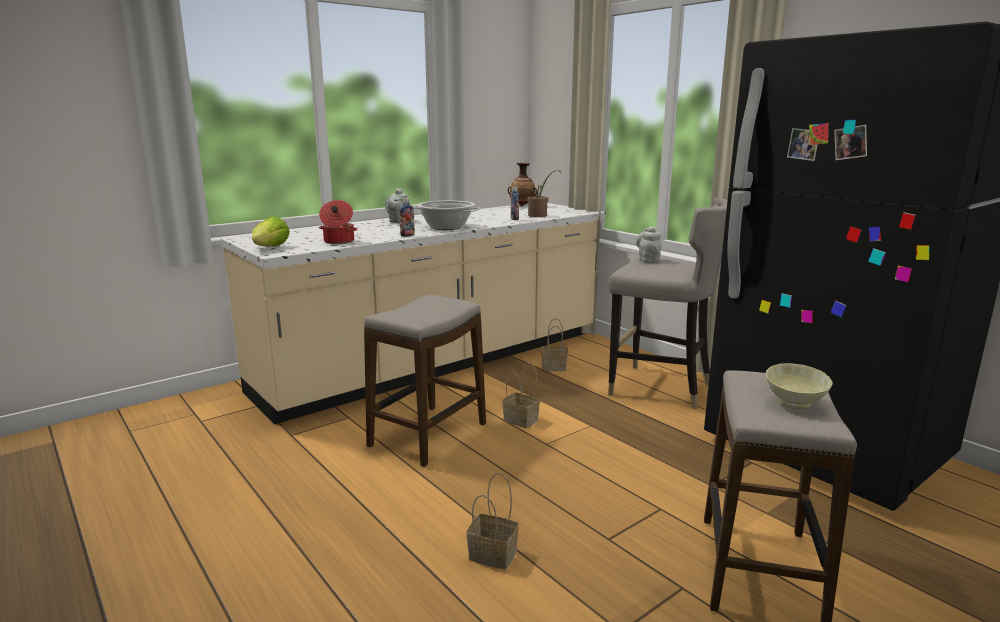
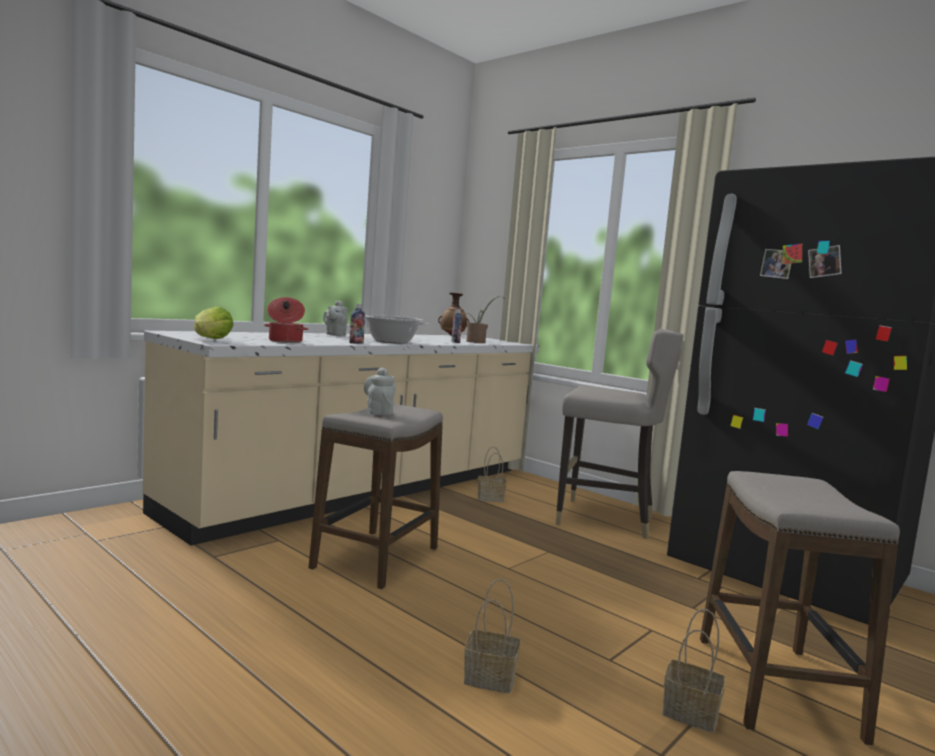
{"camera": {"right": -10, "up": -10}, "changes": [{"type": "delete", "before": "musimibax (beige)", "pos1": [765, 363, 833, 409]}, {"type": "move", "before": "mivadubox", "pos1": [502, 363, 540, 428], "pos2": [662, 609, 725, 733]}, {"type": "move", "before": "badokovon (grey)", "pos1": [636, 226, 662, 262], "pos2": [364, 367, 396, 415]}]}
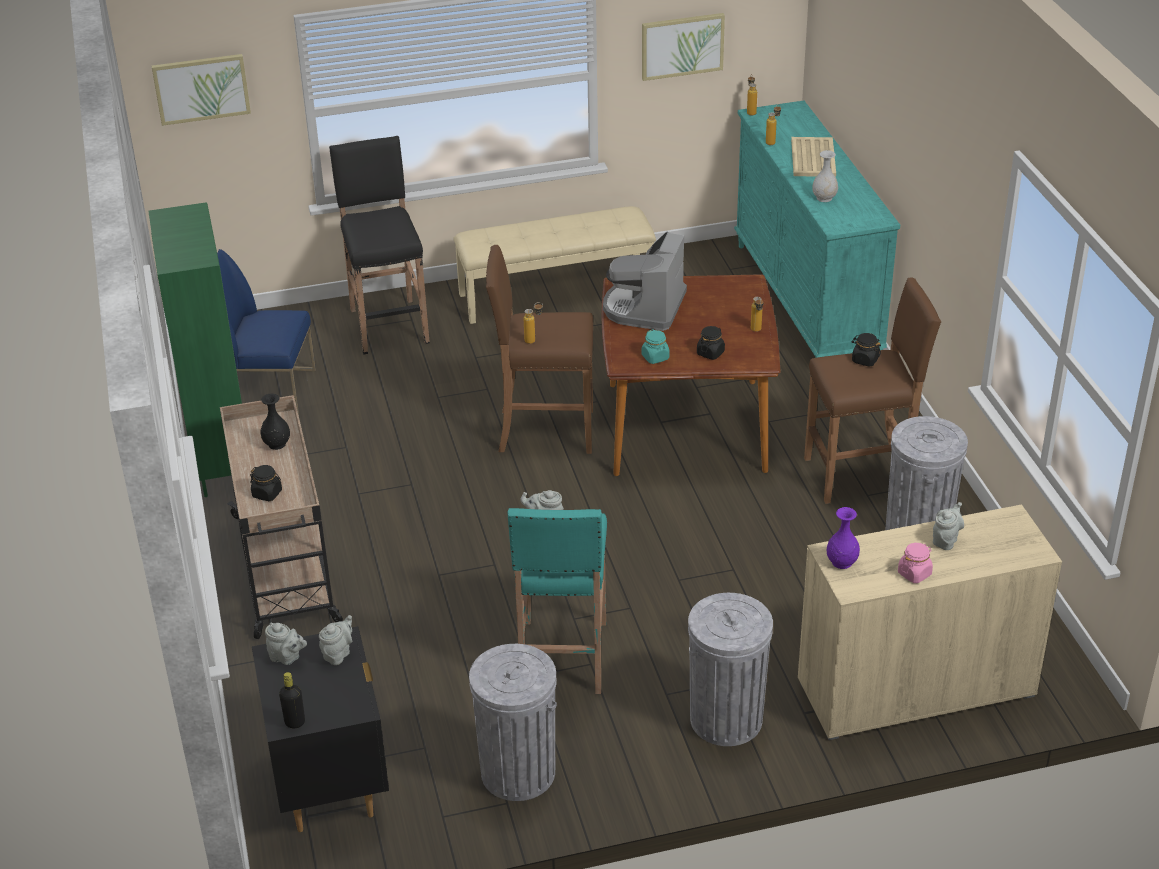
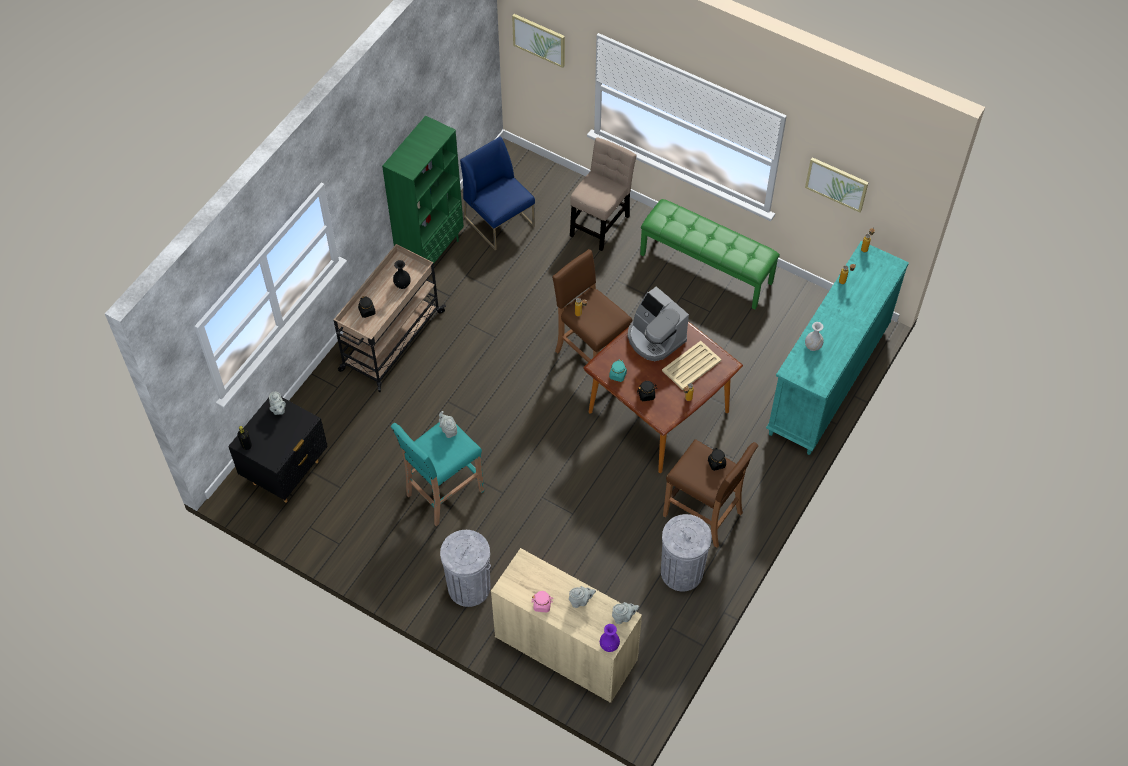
{"camera": {"right": 45, "up": 20}, "changes": [{"type": "delete", "before": "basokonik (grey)", "pos1": [469, 644, 557, 801]}, {"type": "move", "before": "badokovon (grey)", "pos1": [319, 615, 352, 665], "pos2": [612, 602, 639, 624]}, {"type": "move", "before": "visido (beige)", "pos1": [791, 137, 836, 177], "pos2": [662, 341, 722, 390]}, {"type": "move", "before": "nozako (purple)", "pos1": [826, 507, 860, 569], "pos2": [600, 624, 620, 652]}, {"type": "replace", "before": "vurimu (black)", "after": "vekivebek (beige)", "pos1": [329, 136, 430, 355], "pos2": [570, 138, 636, 251]}, {"type": "recolor", "before": "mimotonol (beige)", "after": "mimotonol (green)", "pos1": [454, 206, 656, 324], "pos2": [640, 199, 780, 310]}, {"type": "rotate", "before": "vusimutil", "pos1": [603, 232, 687, 331], "pos2": [627, 287, 689, 361], "turn": -105}]}
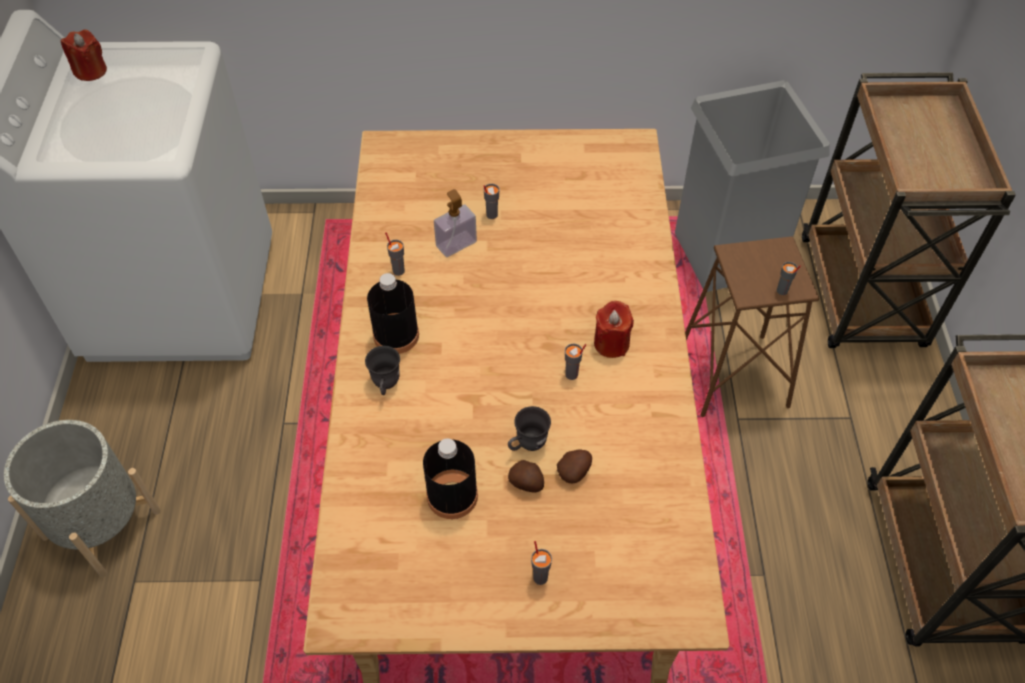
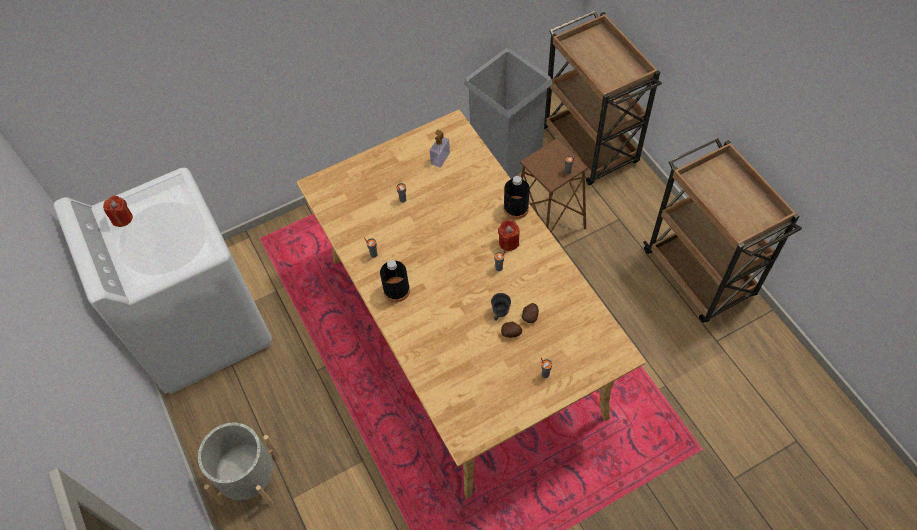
{"camera": {"right": -25, "up": 5}, "changes": [{"type": "delete", "before": "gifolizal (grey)", "pos1": [365, 346, 400, 395]}, {"type": "move", "before": "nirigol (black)", "pos1": [423, 439, 478, 519], "pos2": [503, 176, 530, 219]}, {"type": "move", "before": "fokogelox", "pos1": [434, 189, 477, 257], "pos2": [430, 130, 450, 168]}]}
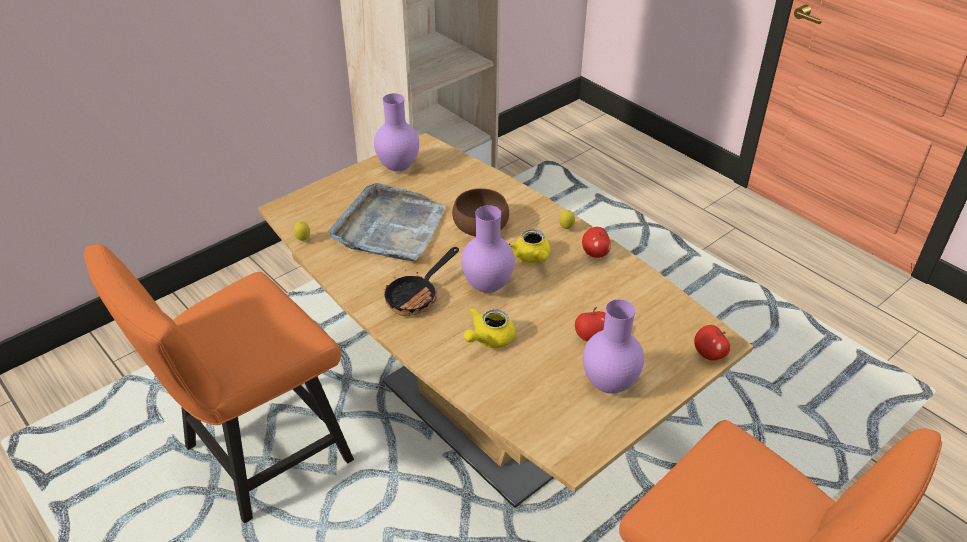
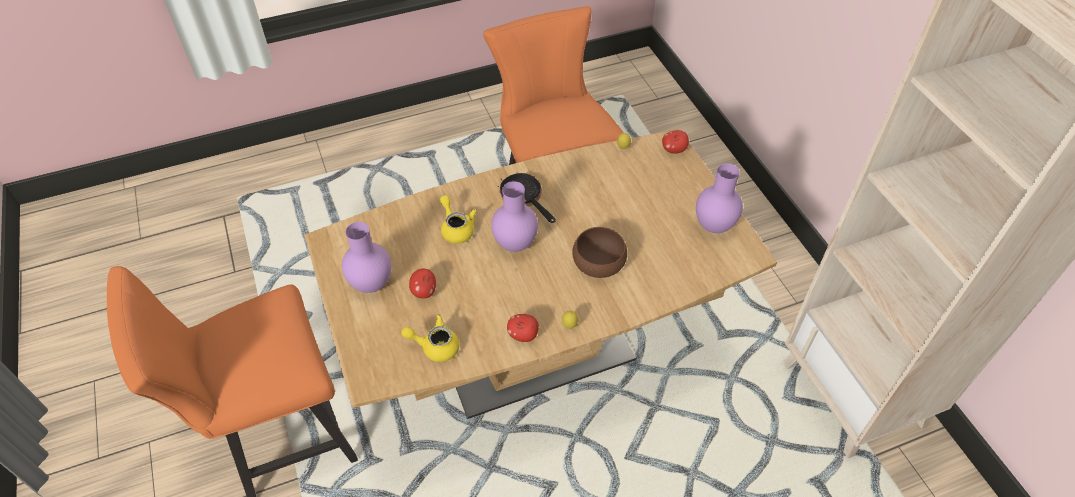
{"camera": {"right": 110, "up": 10}, "changes": [{"type": "delete", "before": "visido (grey)", "pos1": [328, 183, 446, 261]}, {"type": "move", "before": "badokovon (yellow)", "pos1": [509, 229, 551, 263], "pos2": [401, 314, 460, 362]}, {"type": "move", "before": "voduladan", "pos1": [694, 325, 730, 361], "pos2": [662, 130, 689, 154]}]}
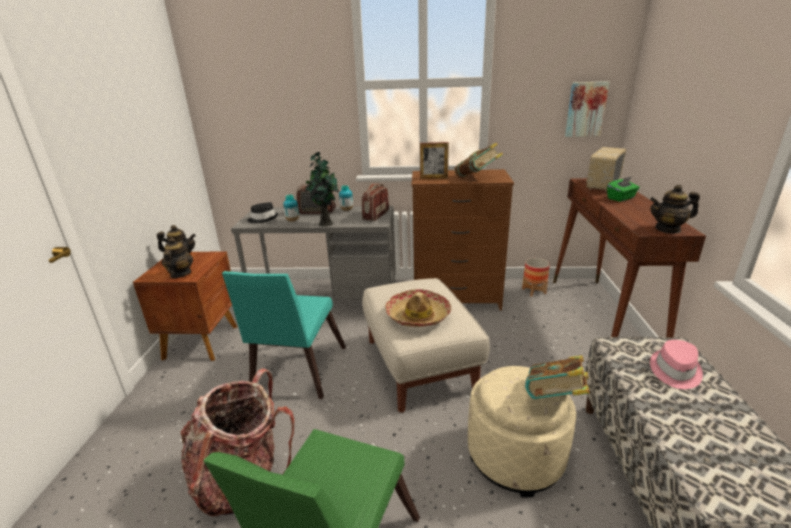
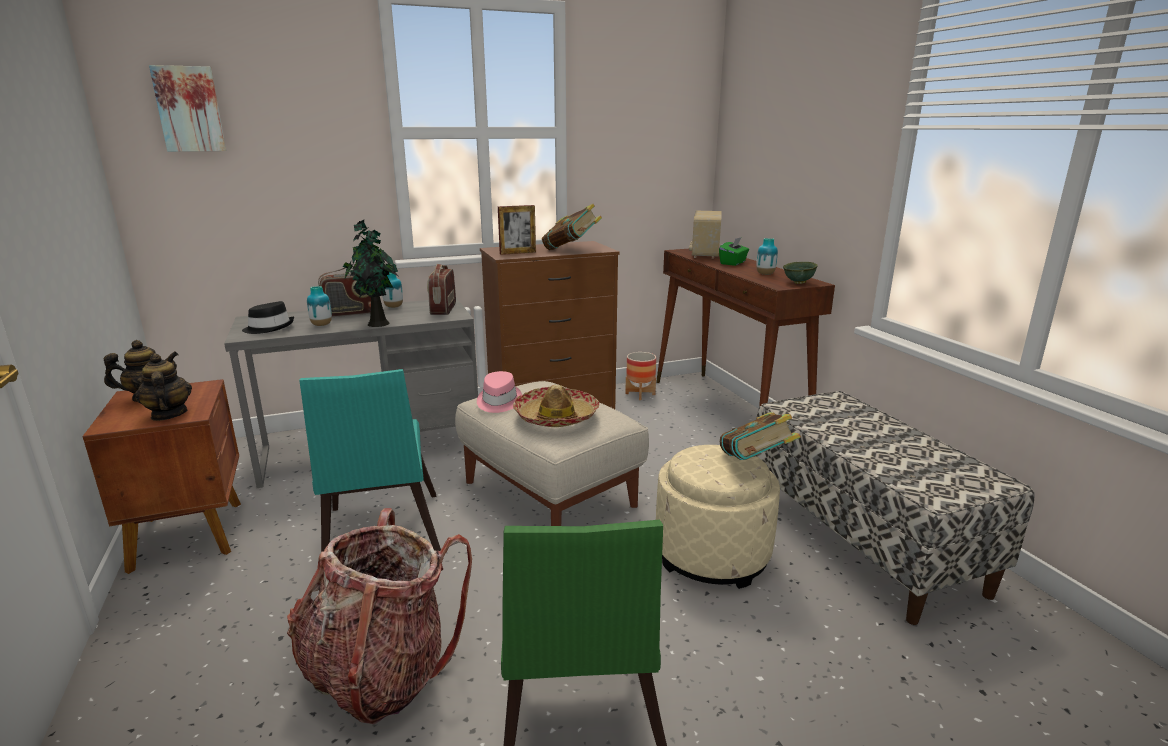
{"camera": {"right": -25, "up": -5}, "changes": [{"type": "insert", "after": "nozako", "pos2": [756, 238, 778, 275]}, {"type": "move", "before": "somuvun", "pos1": [565, 81, 610, 137], "pos2": [149, 65, 226, 152]}, {"type": "move", "before": "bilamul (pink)", "pos1": [650, 340, 703, 389], "pos2": [477, 371, 522, 413]}, {"type": "replace", "before": "badokovon", "after": "musimibax (green)", "pos1": [650, 185, 700, 233], "pos2": [783, 262, 818, 284]}]}
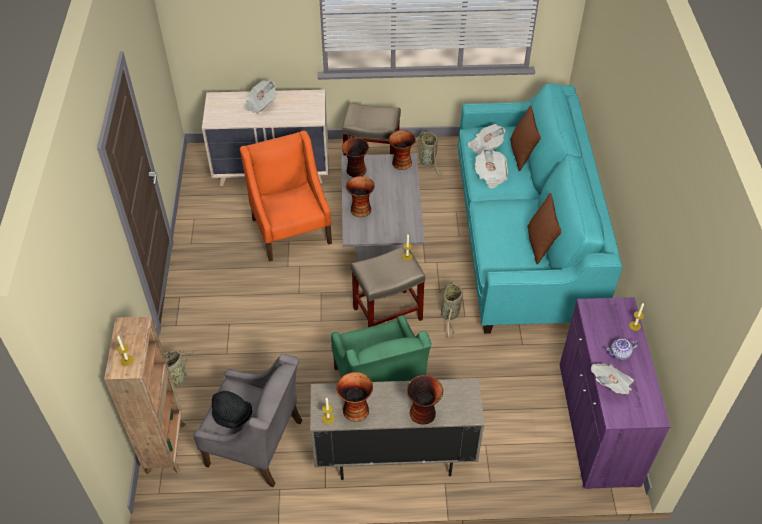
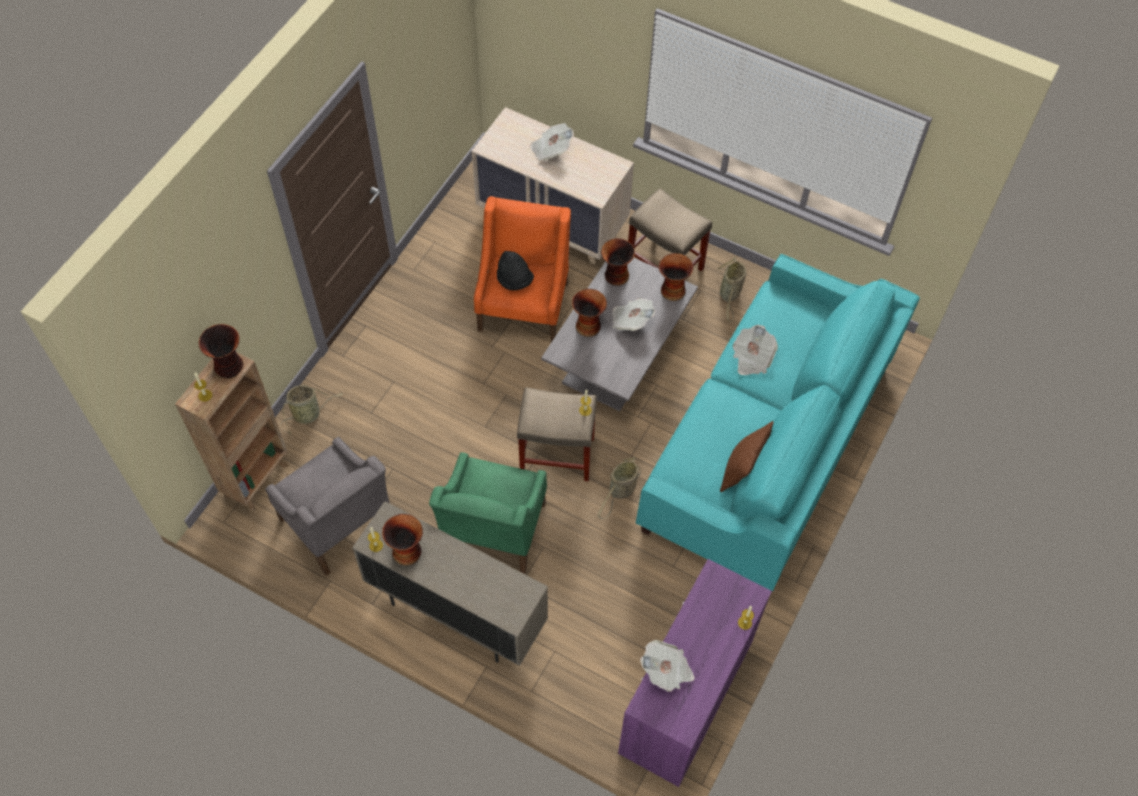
{"camera": {"right": 30, "up": 10}, "changes": [{"type": "delete", "before": "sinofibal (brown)", "pos1": [510, 105, 541, 171]}, {"type": "delete", "before": "badokovon", "pos1": [606, 339, 638, 361]}, {"type": "move", "before": "bilamul (black)", "pos1": [212, 391, 252, 428], "pos2": [497, 251, 534, 291]}, {"type": "move", "before": "nozako", "pos1": [407, 375, 443, 425], "pos2": [199, 324, 243, 378]}, {"type": "move", "before": "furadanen", "pos1": [468, 124, 506, 155], "pos2": [612, 298, 655, 331]}]}
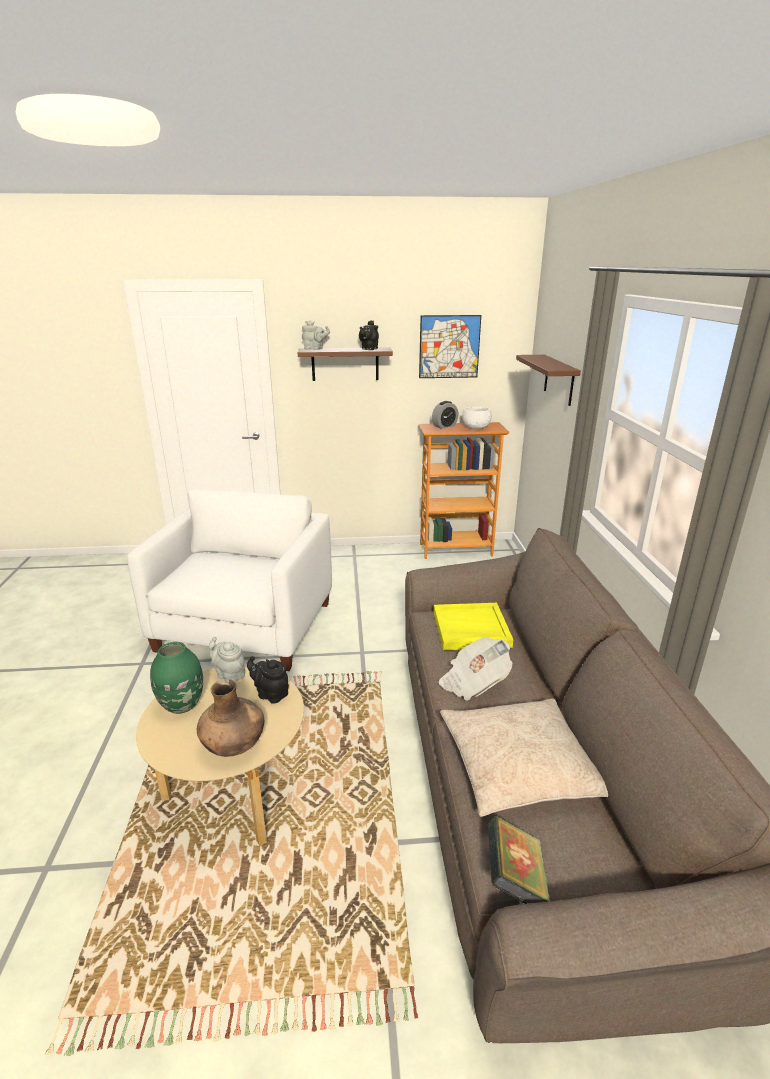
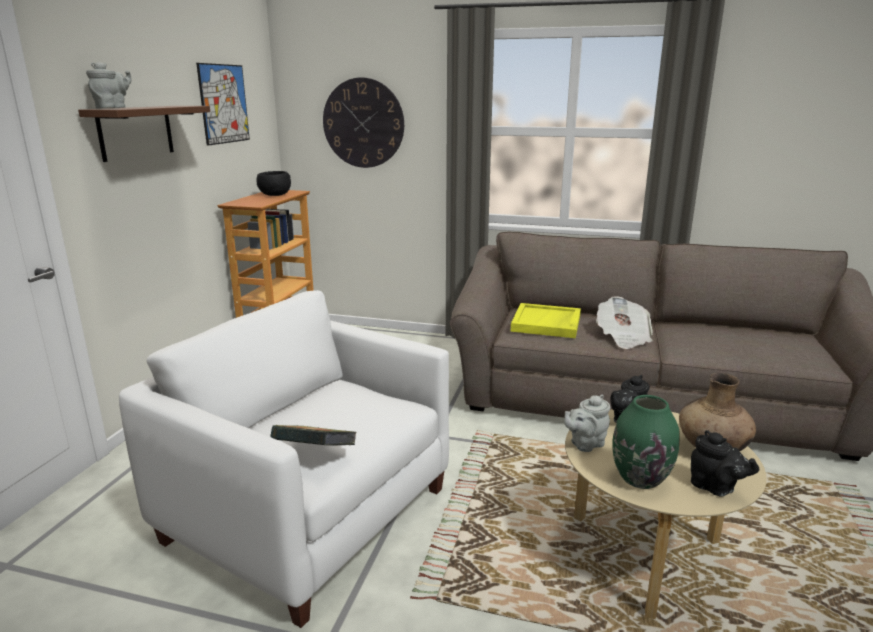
{"camera": {"right": -70, "up": -5}, "changes": [{"type": "delete", "before": "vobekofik", "pos1": [432, 401, 458, 429]}, {"type": "delete", "before": "sinofibal (beige)", "pos1": [440, 698, 608, 817]}, {"type": "move", "before": "badokovon (black)", "pos1": [359, 321, 379, 350], "pos2": [691, 430, 759, 497]}, {"type": "move", "before": "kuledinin", "pos1": [488, 816, 550, 904], "pos2": [270, 425, 356, 446]}, {"type": "replace", "before": "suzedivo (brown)", "after": "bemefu", "pos1": [516, 355, 581, 406], "pos2": [323, 78, 404, 168]}, {"type": "recolor", "before": "musimibax (white)", "after": "musimibax (black)", "pos1": [462, 406, 492, 429], "pos2": [257, 171, 291, 196]}]}
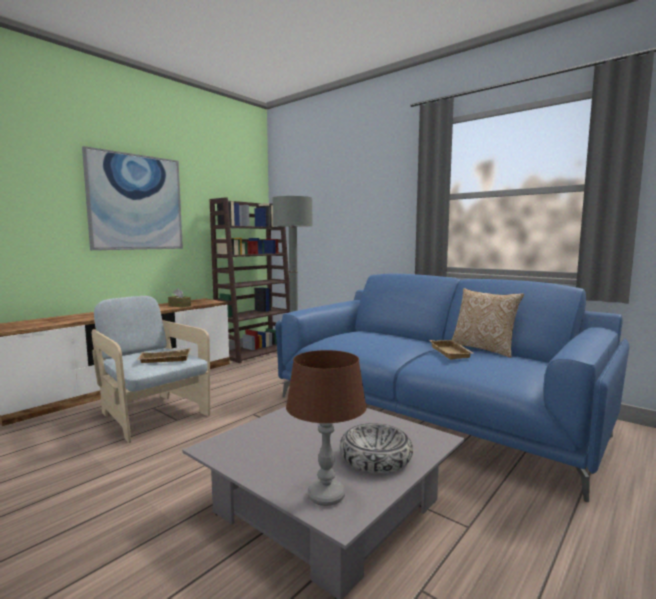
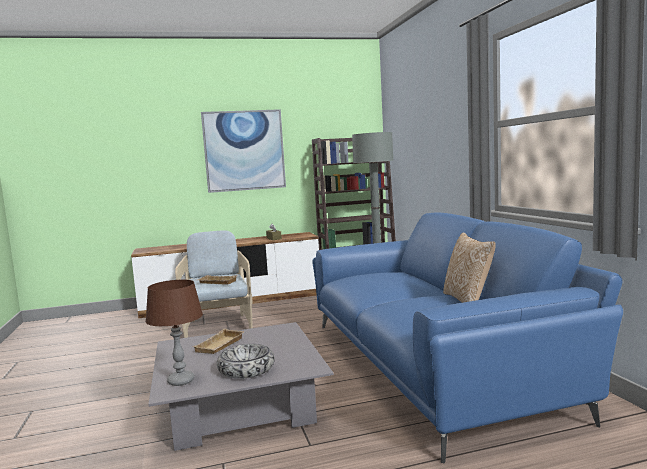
{"camera": {"right": 35, "up": 0}, "changes": [{"type": "move", "before": "visido (beige)", "pos1": [430, 340, 475, 359], "pos2": [193, 328, 245, 354]}]}
